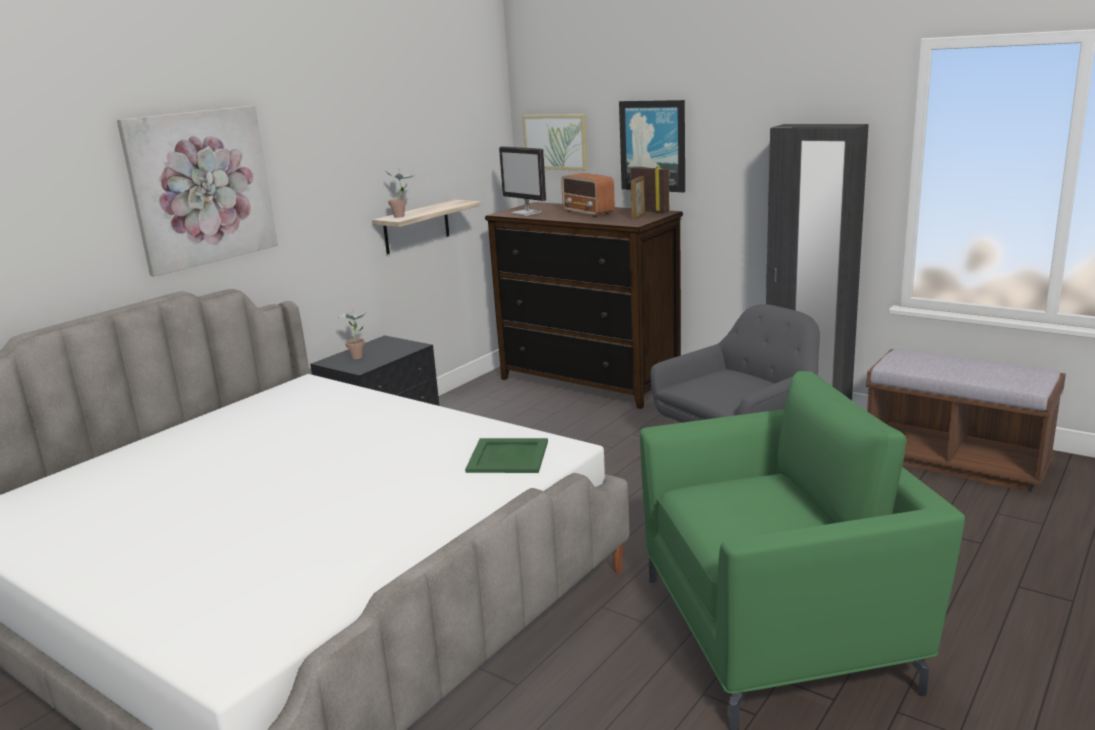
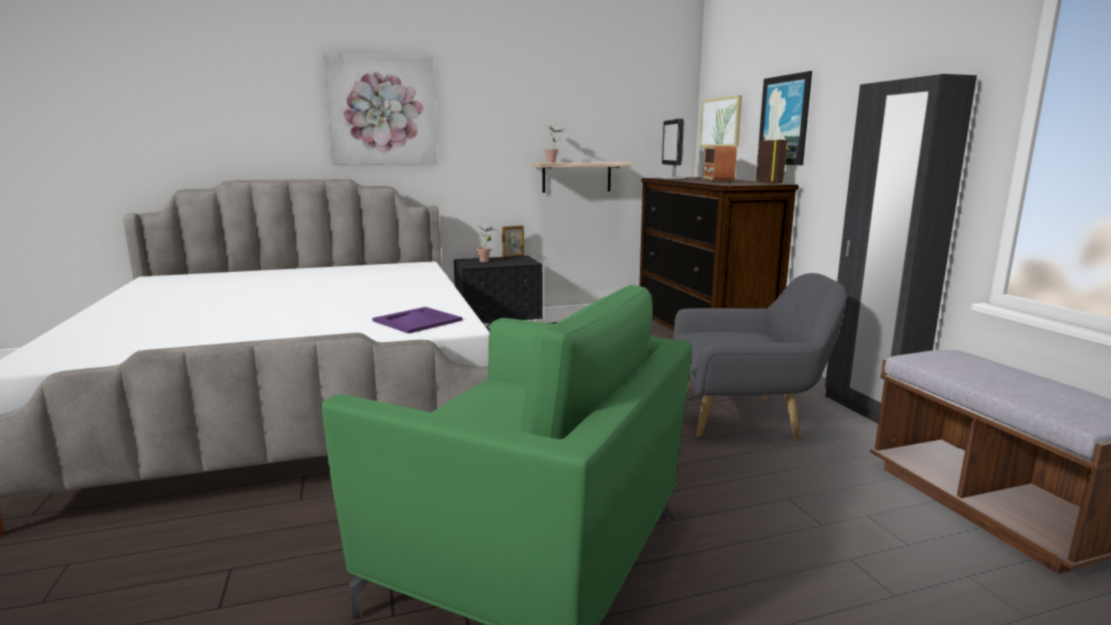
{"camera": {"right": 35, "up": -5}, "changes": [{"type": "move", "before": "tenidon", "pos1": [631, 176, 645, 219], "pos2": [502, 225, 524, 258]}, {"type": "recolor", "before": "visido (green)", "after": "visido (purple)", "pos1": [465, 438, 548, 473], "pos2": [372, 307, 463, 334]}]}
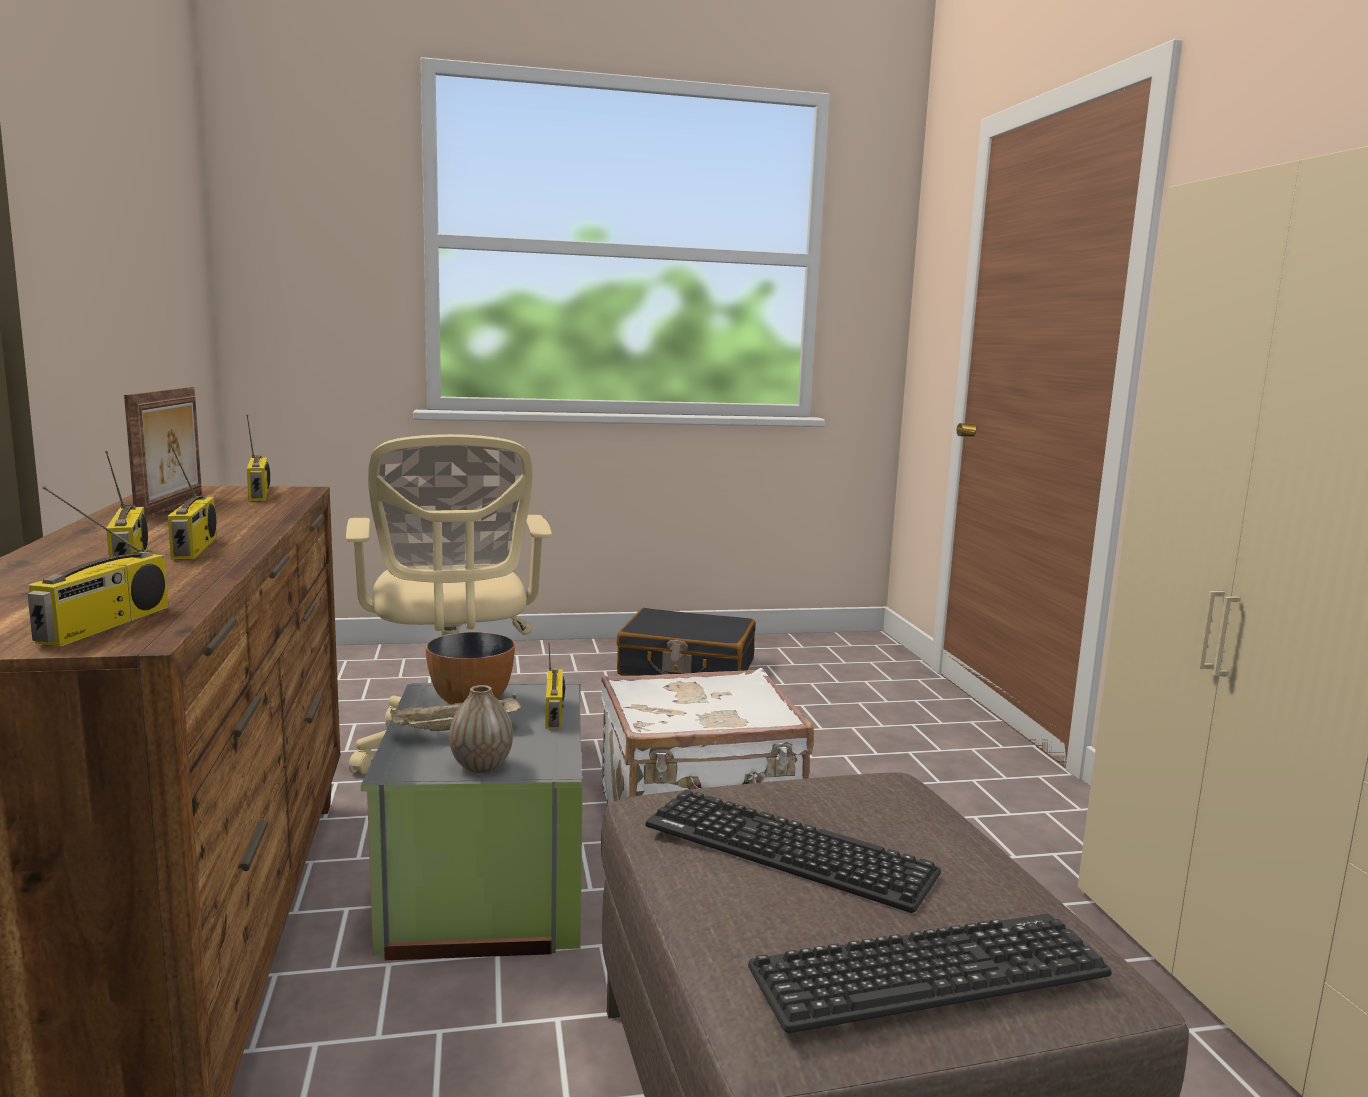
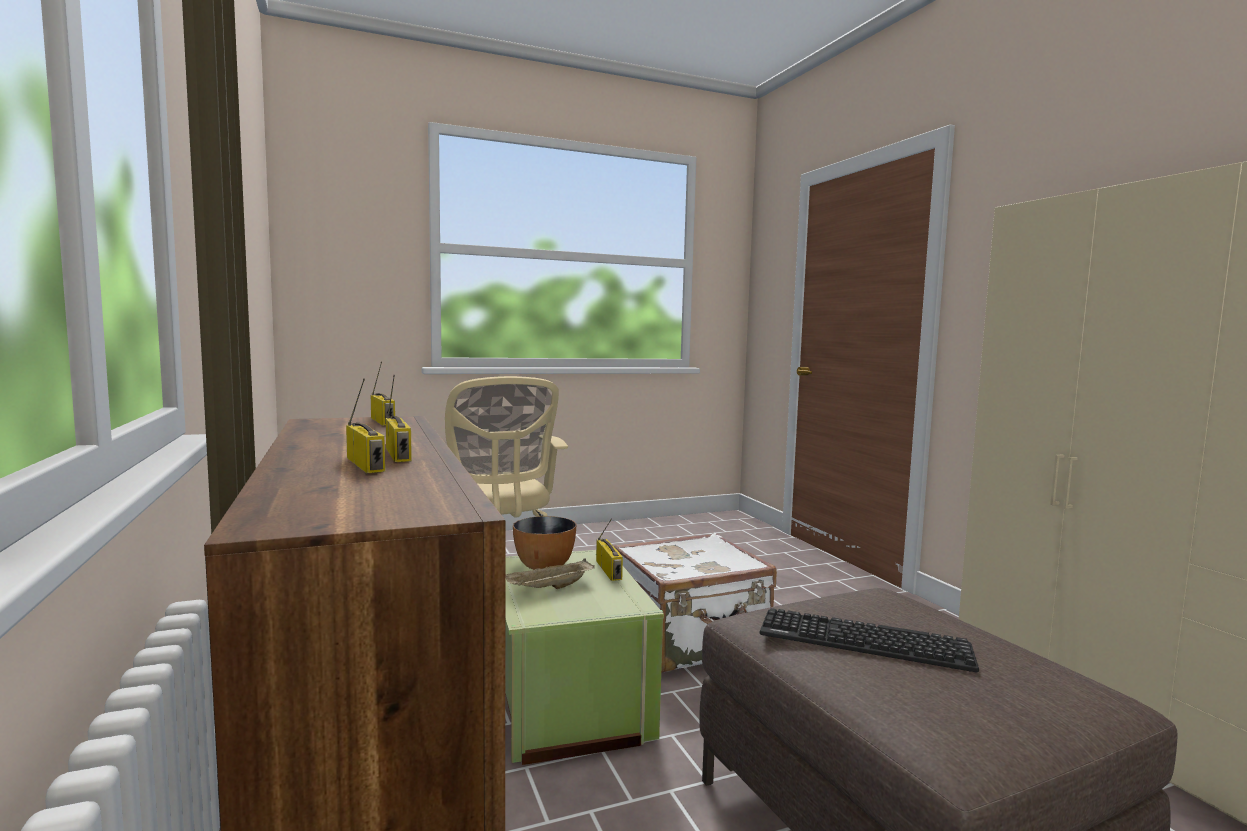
{"camera": {"right": -10, "up": -5}, "changes": [{"type": "delete", "before": "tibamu", "pos1": [27, 486, 169, 646]}, {"type": "delete", "before": "tenidon", "pos1": [124, 387, 202, 516]}, {"type": "delete", "before": "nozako", "pos1": [449, 685, 513, 773]}, {"type": "delete", "before": "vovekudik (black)", "pos1": [616, 608, 756, 676]}, {"type": "delete", "before": "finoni", "pos1": [748, 914, 1112, 1033]}, {"type": "recolor", "before": "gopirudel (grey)", "after": "gopirudel (green)", "pos1": [361, 682, 583, 960], "pos2": [505, 550, 664, 765]}]}
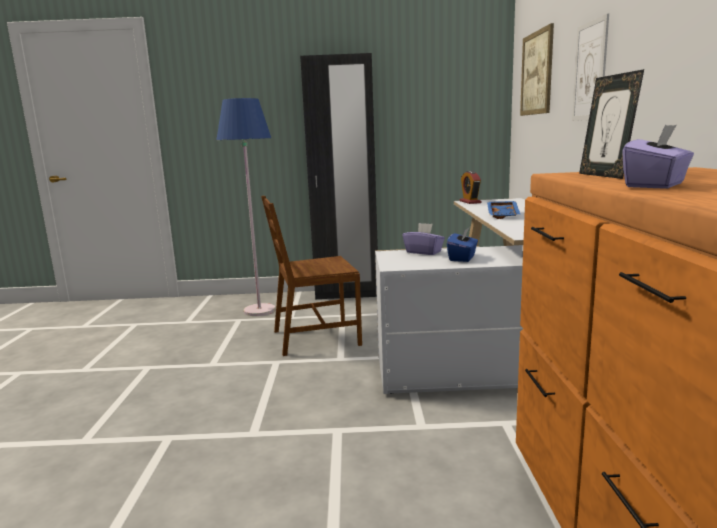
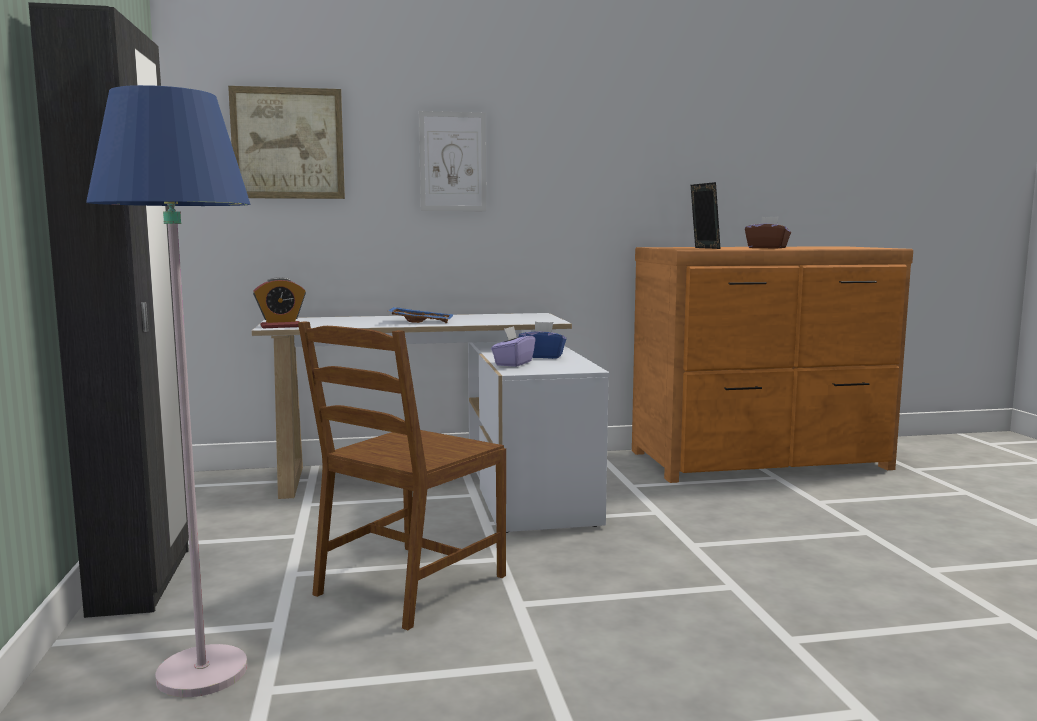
{"camera": {"right": -100, "up": -5}, "changes": [{"type": "recolor", "before": "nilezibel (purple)", "after": "nilezibel (brown)", "pos1": [622, 125, 694, 189], "pos2": [745, 216, 791, 249]}, {"type": "rotate", "before": "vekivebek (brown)", "pos1": [261, 196, 362, 356], "pos2": [298, 321, 506, 630], "turn": 60}, {"type": "rotate", "before": "tenidon", "pos1": [579, 69, 644, 179], "pos2": [691, 182, 721, 249], "turn": -90}]}
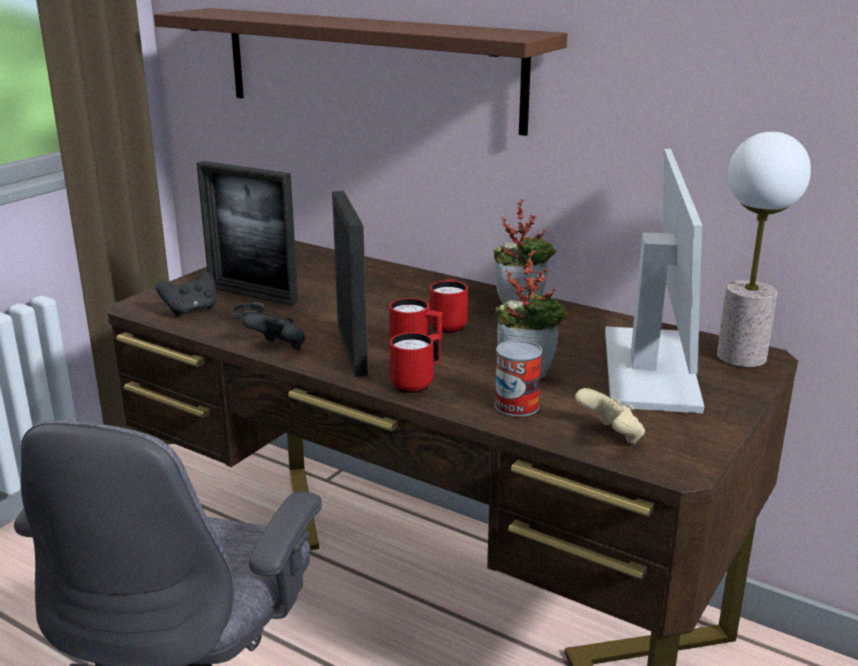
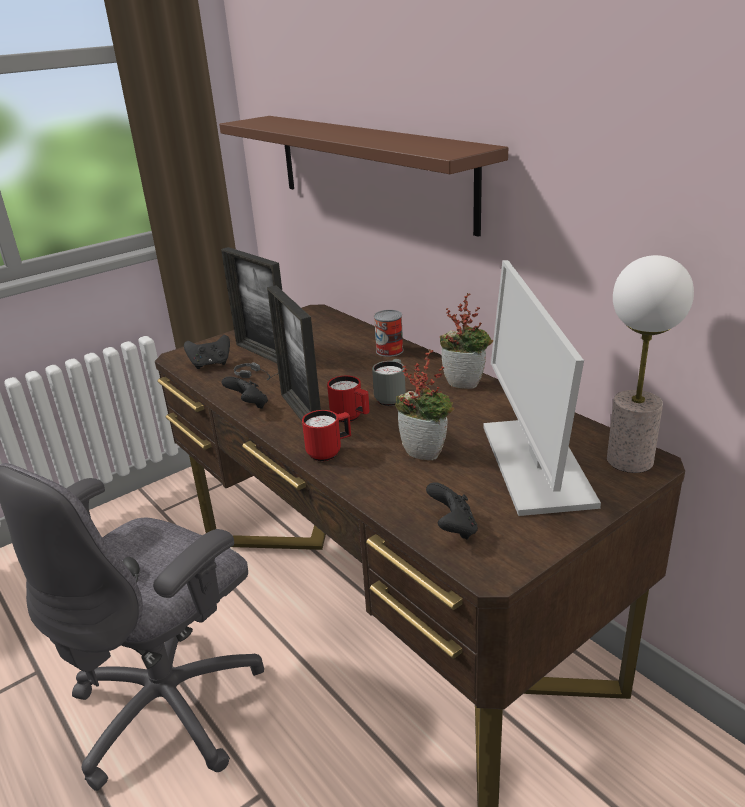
{"camera": {"right": 20, "up": 5}, "changes": [{"type": "move", "before": "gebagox", "pos1": [494, 340, 542, 417], "pos2": [374, 310, 404, 357]}, {"type": "recolor", "before": "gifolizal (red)", "after": "gifolizal (grey)", "pos1": [430, 279, 468, 333], "pos2": [372, 359, 406, 406]}, {"type": "recolor", "before": "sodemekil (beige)", "after": "sodemekil (black)", "pos1": [575, 388, 645, 444], "pos2": [426, 482, 478, 540]}, {"type": "rotate", "before": "tenidon", "pos1": [332, 191, 368, 377], "pos2": [267, 285, 321, 421], "turn": 150}, {"type": "rotate", "before": "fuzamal", "pos1": [605, 149, 705, 413], "pos2": [483, 260, 601, 516], "turn": 150}]}
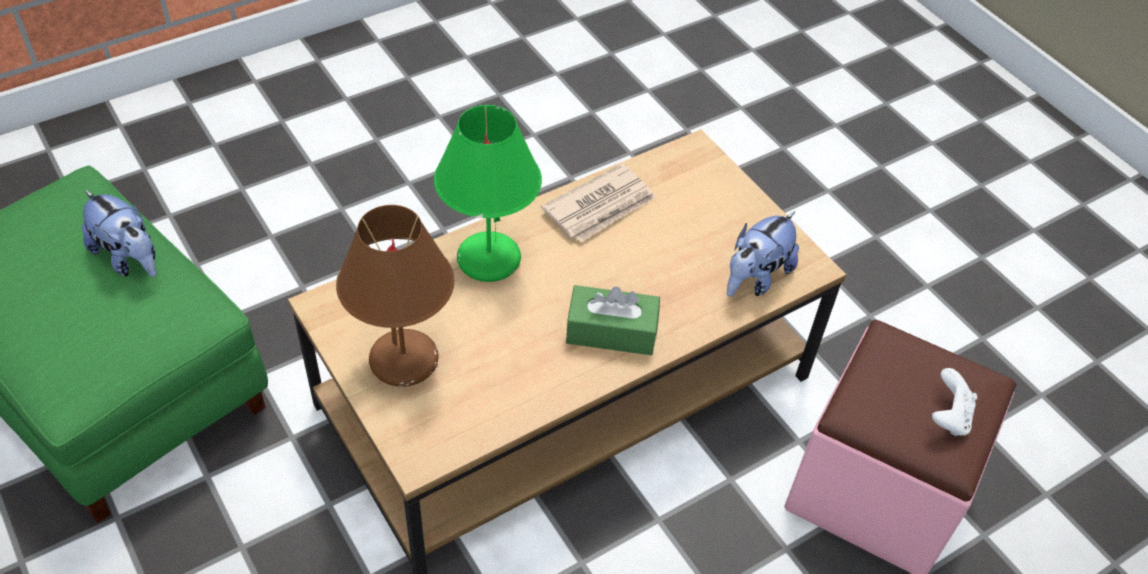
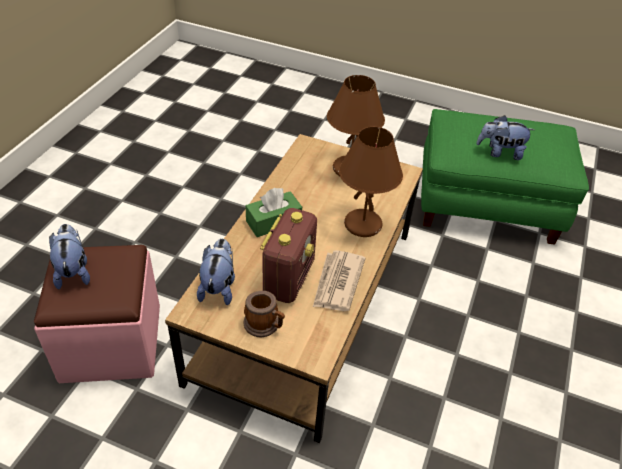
{"camera": {"right": 145, "up": -5}, "changes": [{"type": "insert", "after": "gifolizal", "pos2": [244, 291, 285, 337]}, {"type": "insert", "after": "tibamu", "pos2": [260, 208, 317, 303]}, {"type": "replace", "before": "sodemekil (white)", "after": "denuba", "pos1": [932, 368, 977, 436], "pos2": [49, 224, 90, 289]}, {"type": "recolor", "before": "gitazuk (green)", "after": "gitazuk (brown)", "pos1": [434, 105, 542, 282], "pos2": [339, 127, 403, 237]}]}
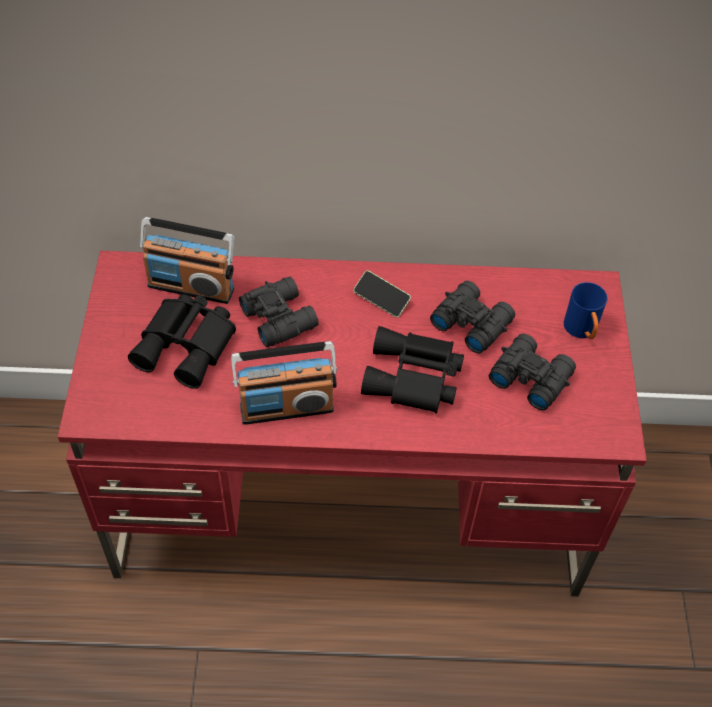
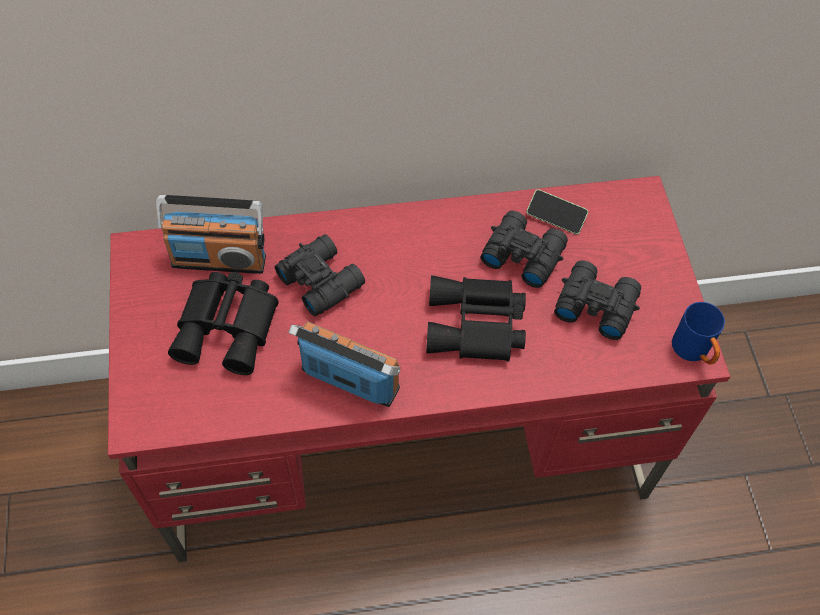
{"camera": {"right": -10, "up": 5}, "changes": [{"type": "move", "before": "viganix", "pos1": [353, 270, 411, 317], "pos2": [526, 189, 588, 234]}, {"type": "move", "before": "gifolizal (blue)", "pos1": [564, 282, 608, 339], "pos2": [672, 302, 725, 365]}, {"type": "rotate", "before": "tibamu", "pos1": [231, 341, 337, 425], "pos2": [288, 322, 401, 407], "turn": -135}]}
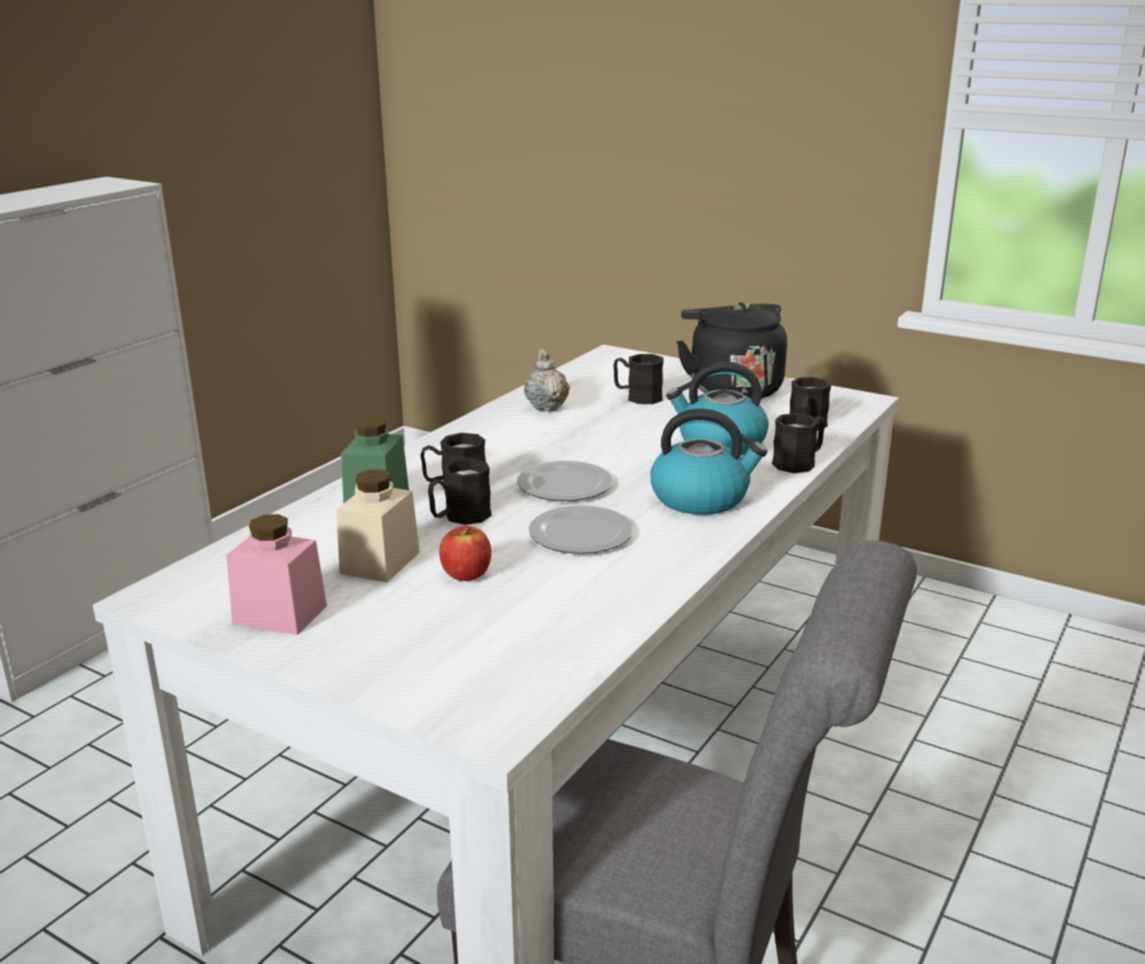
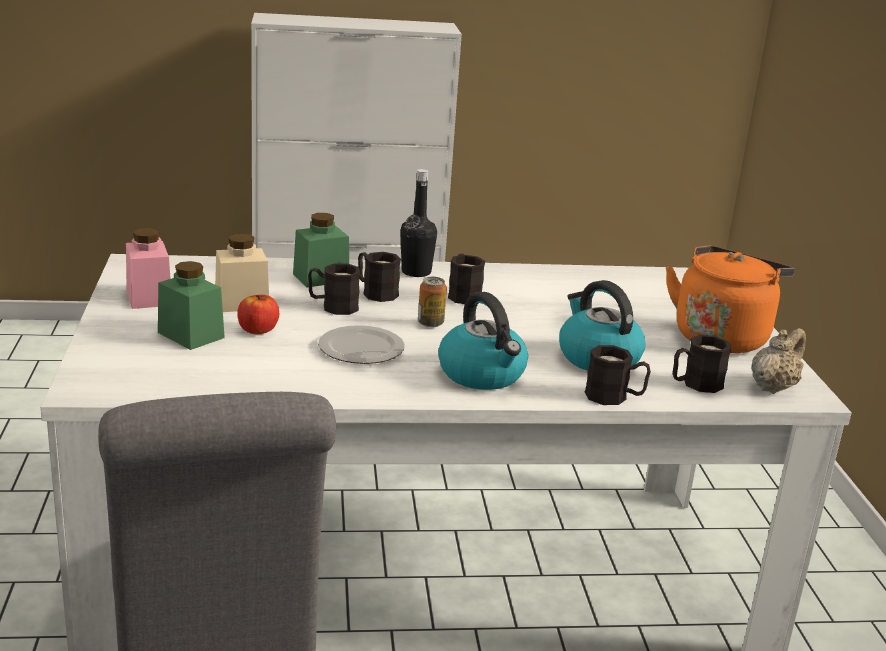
{"camera": {"right": 50, "up": 0}, "changes": [{"type": "insert", "after": "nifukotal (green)", "pos2": [158, 261, 225, 350]}, {"type": "insert", "after": "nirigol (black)", "pos2": [400, 169, 437, 277]}, {"type": "move", "before": "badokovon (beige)", "pos1": [524, 349, 570, 411], "pos2": [751, 328, 806, 394]}, {"type": "move", "before": "gifolizal (black)", "pos1": [613, 354, 663, 404], "pos2": [448, 254, 485, 304]}, {"type": "replace", "before": "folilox", "after": "gebagox", "pos1": [517, 461, 613, 501], "pos2": [418, 277, 447, 327]}, {"type": "recolor", "before": "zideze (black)", "after": "zideze (orange)", "pos1": [676, 302, 787, 399], "pos2": [666, 245, 795, 353]}]}
